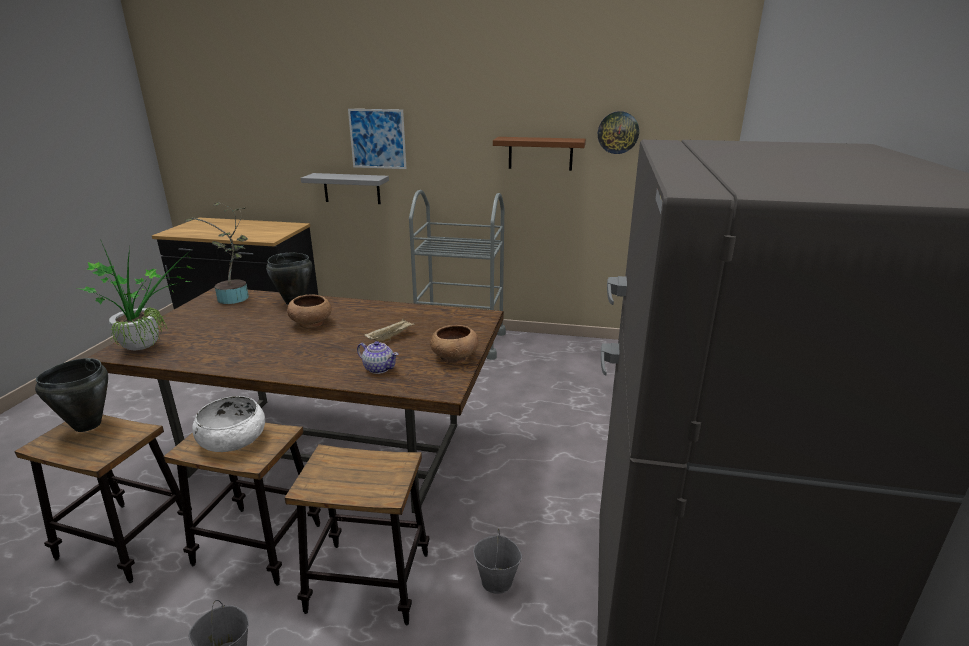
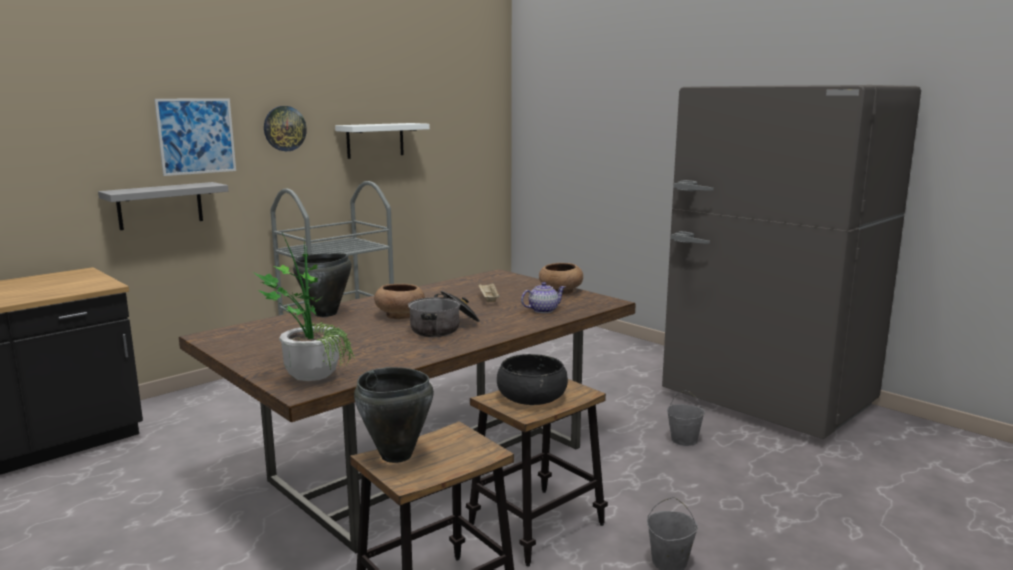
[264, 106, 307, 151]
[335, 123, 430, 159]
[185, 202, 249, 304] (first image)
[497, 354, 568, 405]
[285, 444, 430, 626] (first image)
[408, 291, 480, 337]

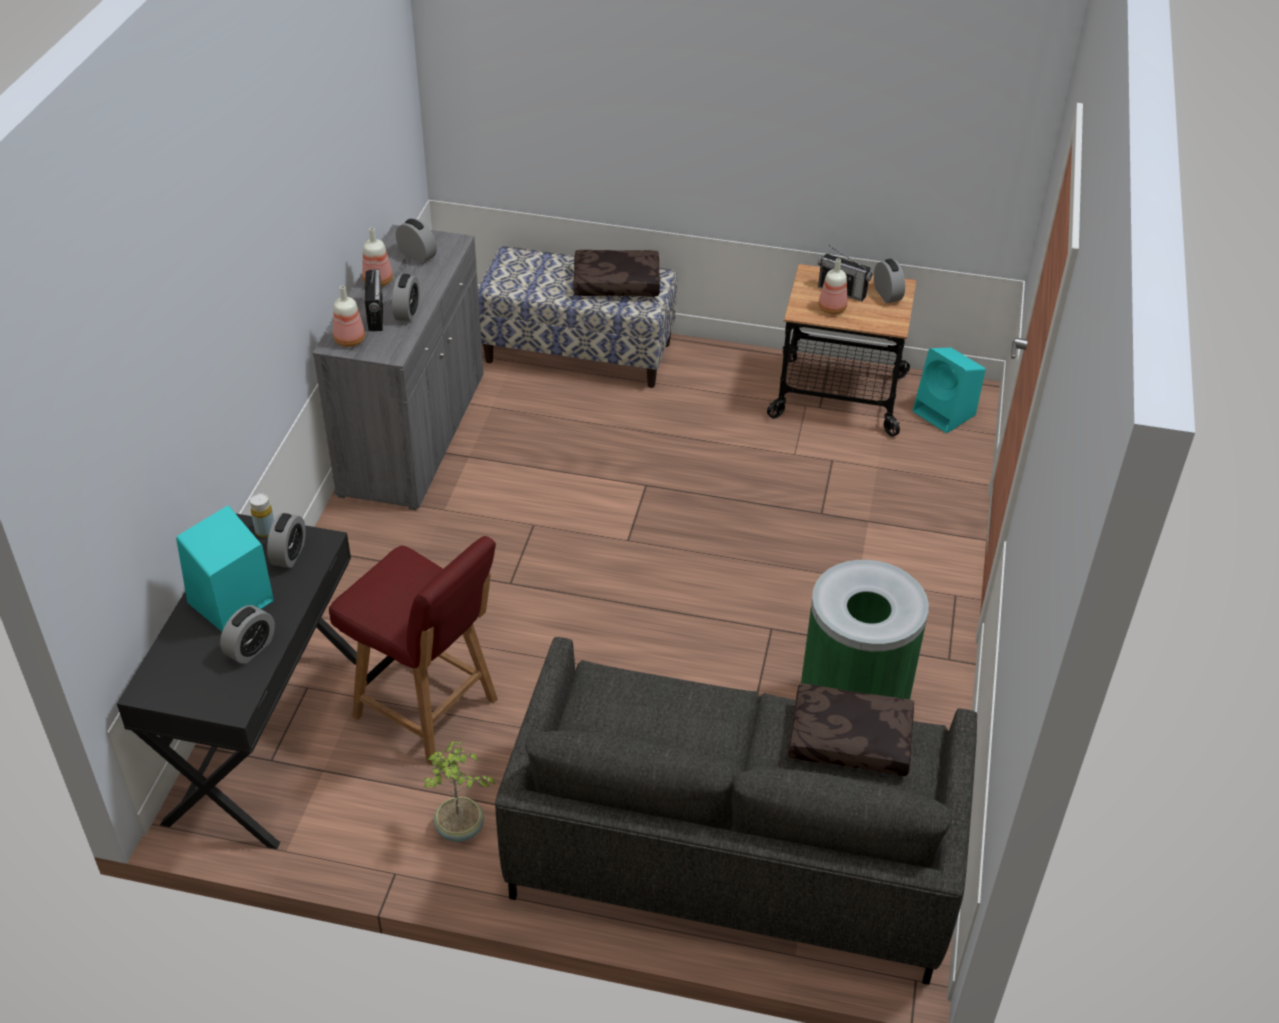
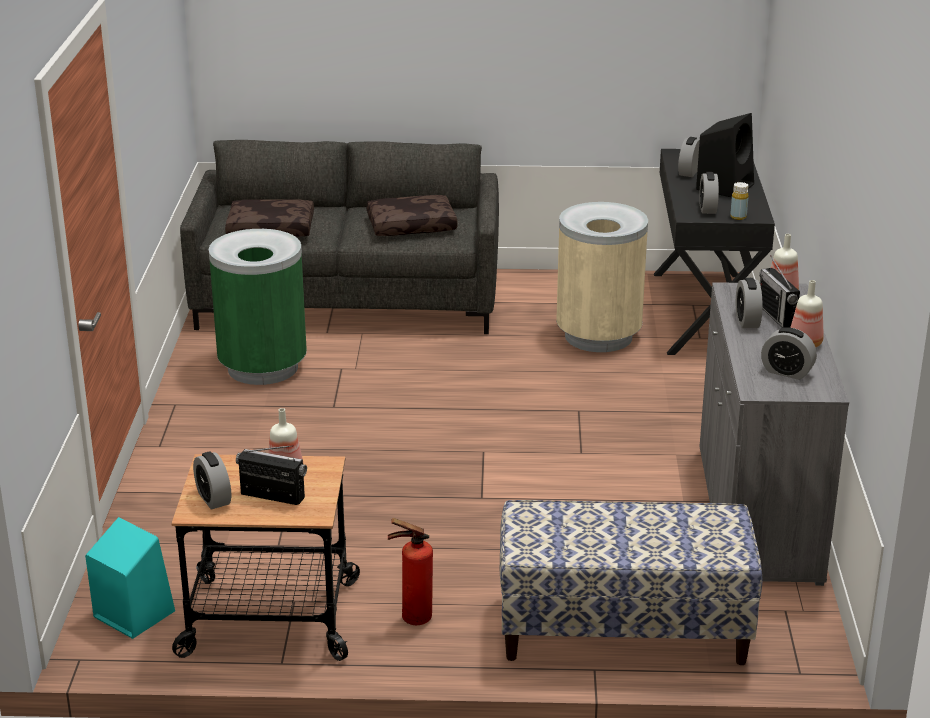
[366, 195, 458, 236]
[696, 113, 754, 198]
[556, 202, 648, 352]
[423, 741, 495, 842] (first image)
[388, 518, 433, 625]

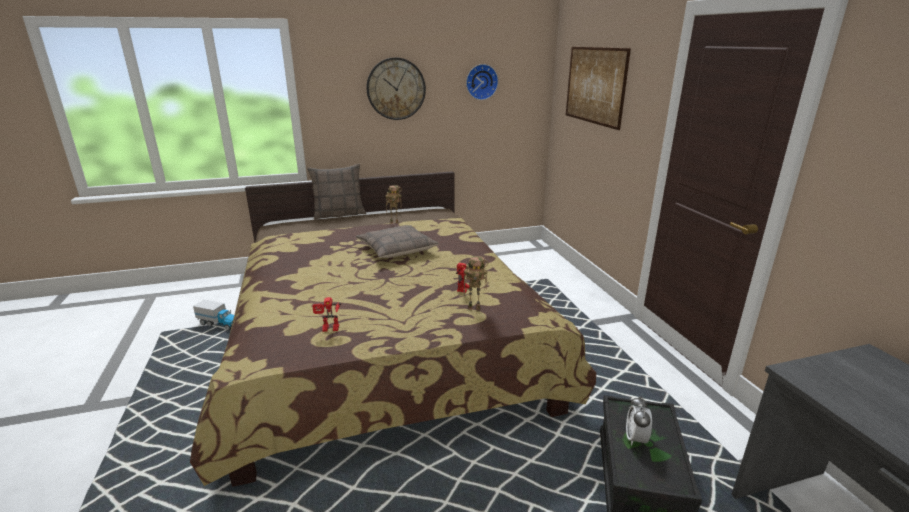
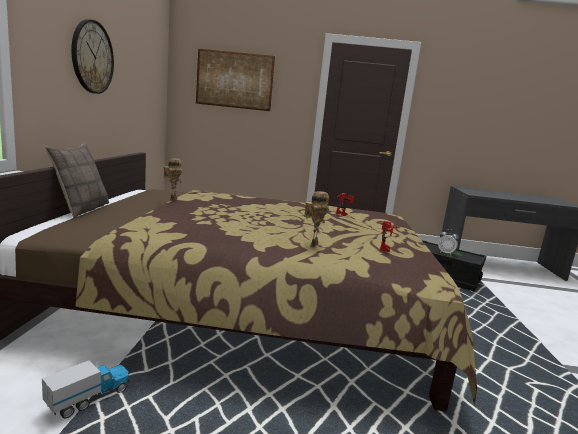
[466, 64, 498, 100] (first image)
[356, 225, 439, 258] (first image)
[304, 191, 329, 248]

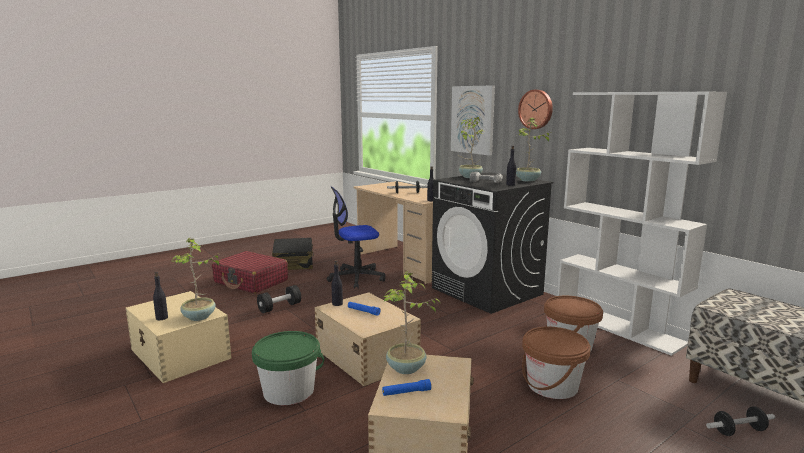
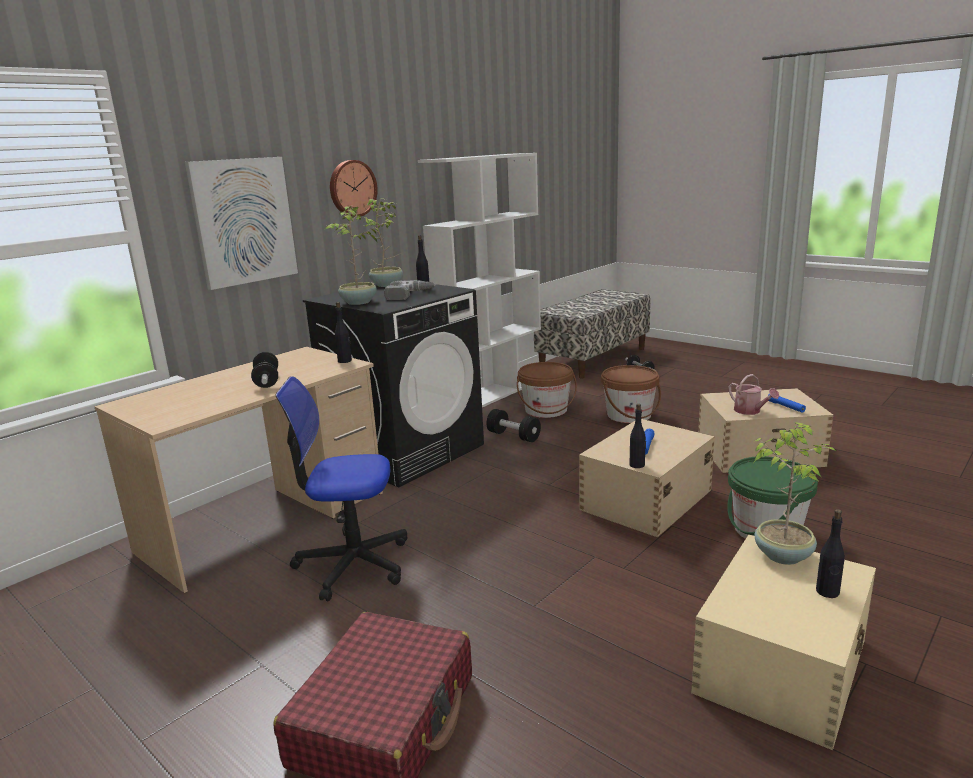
[276, 376, 407, 601]
[272, 238, 314, 270] (first image)
[729, 374, 779, 415]
[486, 409, 541, 442]

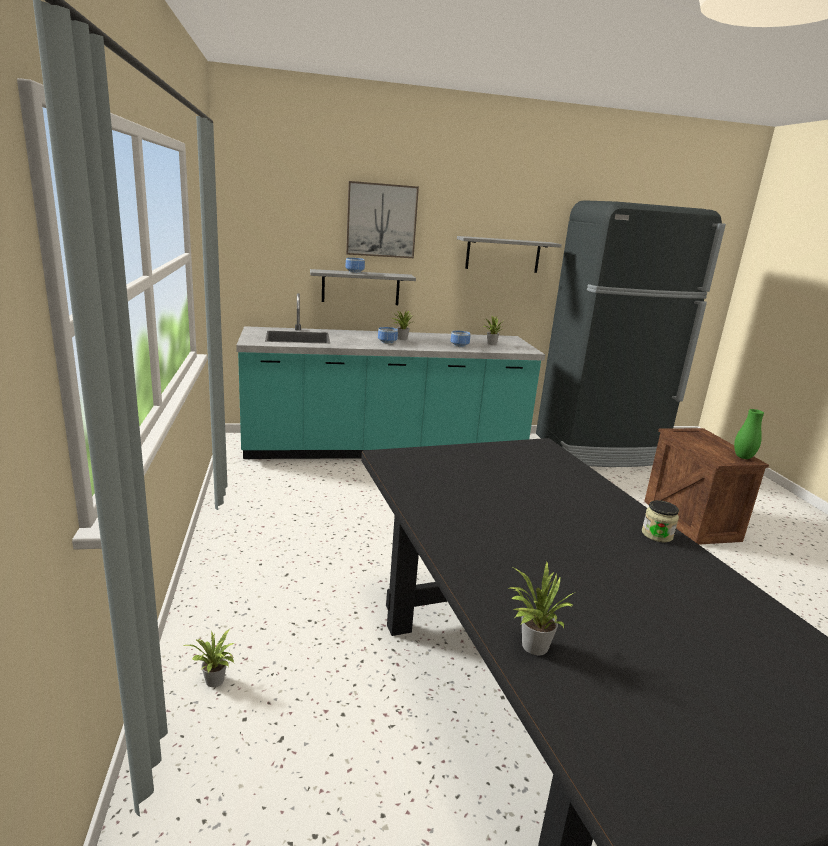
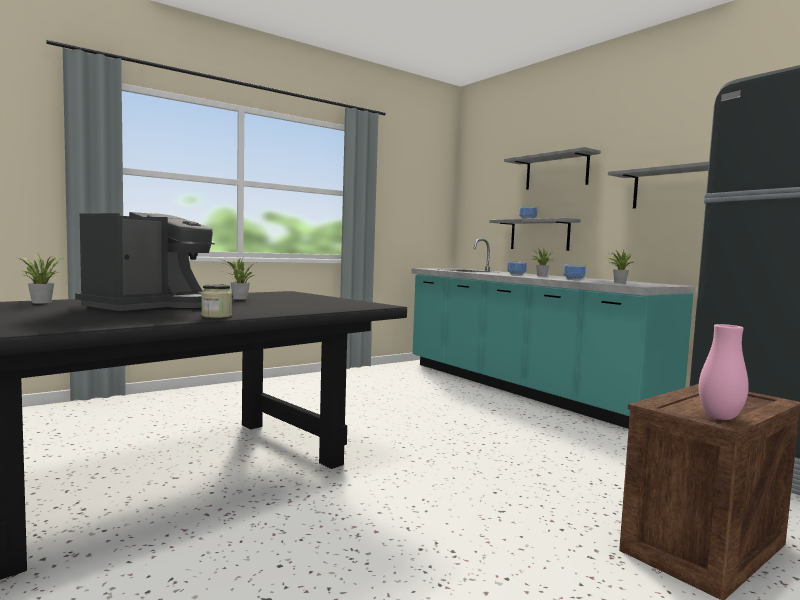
[504, 147, 601, 190]
[699, 324, 749, 420]
[222, 257, 255, 300]
[75, 212, 215, 311]

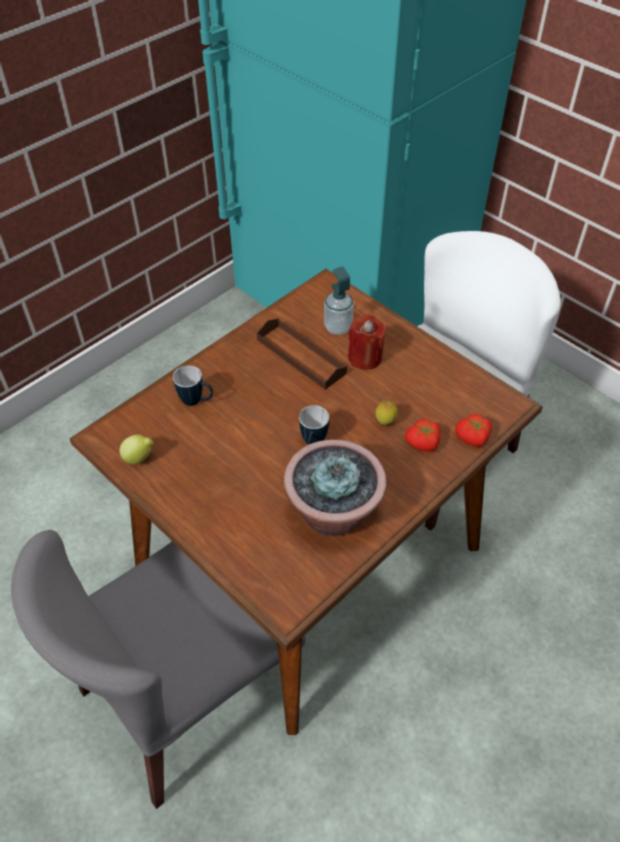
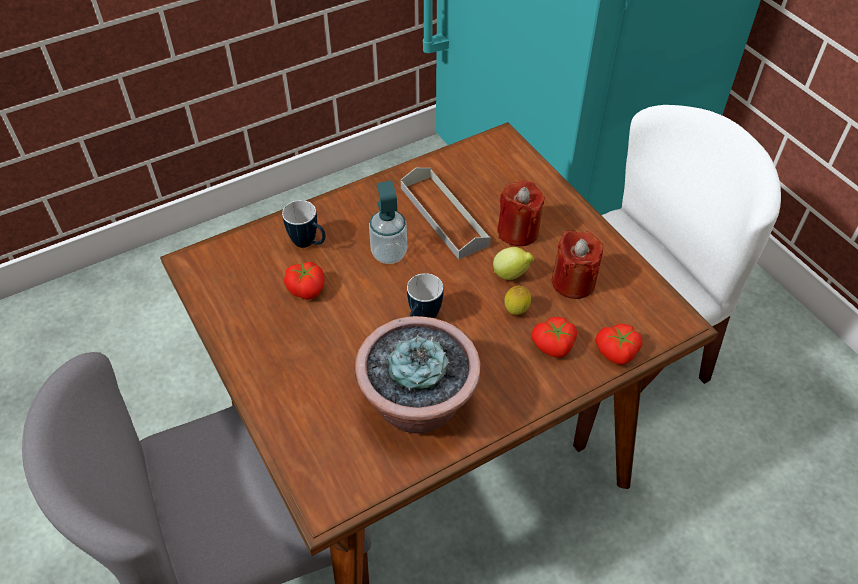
[369, 181, 407, 264]
[401, 168, 491, 259]
[493, 247, 534, 280]
[552, 230, 603, 299]
[284, 262, 325, 300]

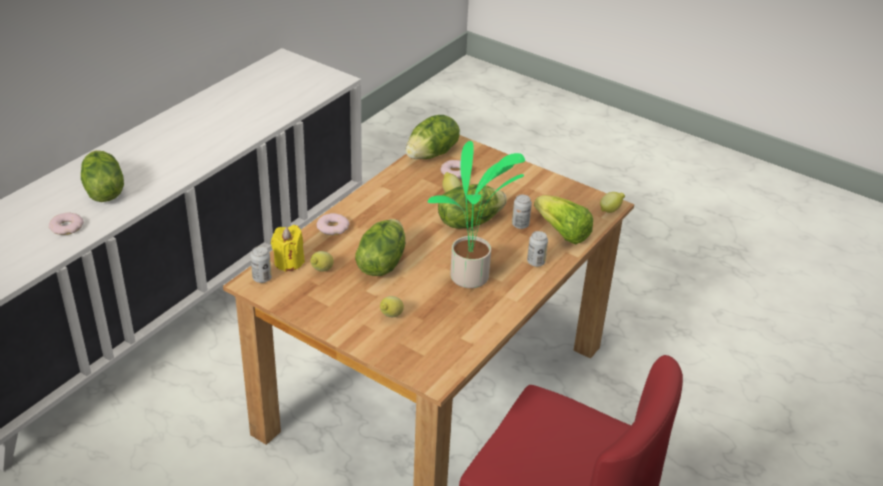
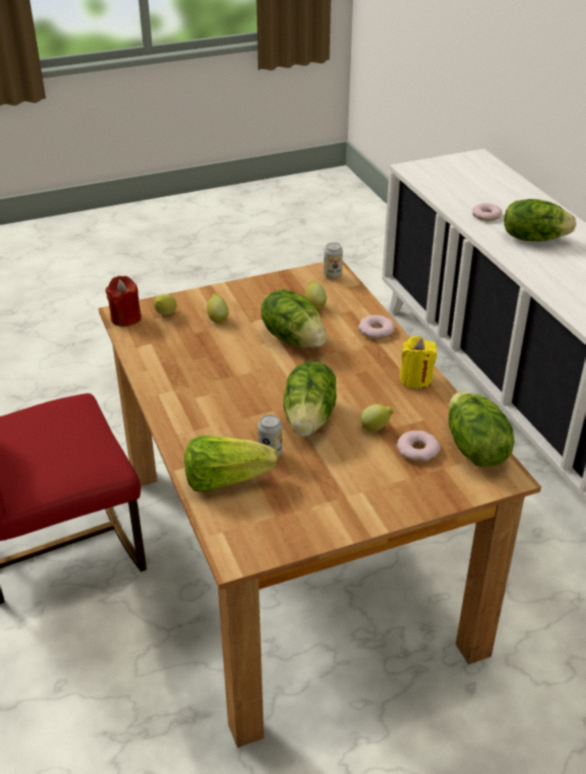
[427, 141, 525, 288] (first image)
[154, 294, 177, 315]
[399, 336, 437, 389]
[527, 231, 548, 267] (first image)
[106, 276, 141, 327]

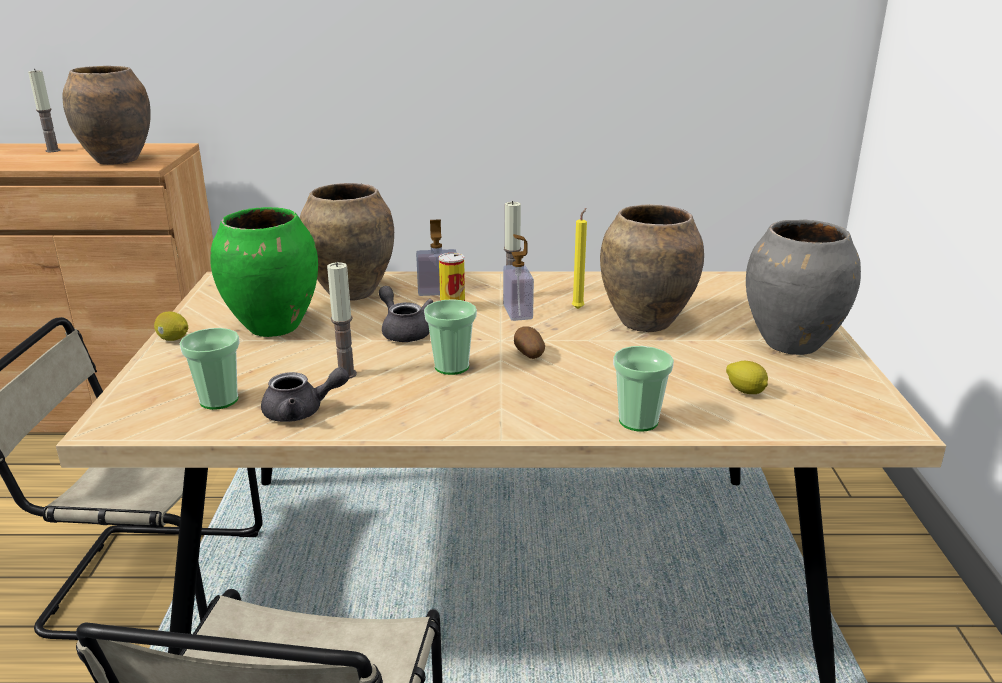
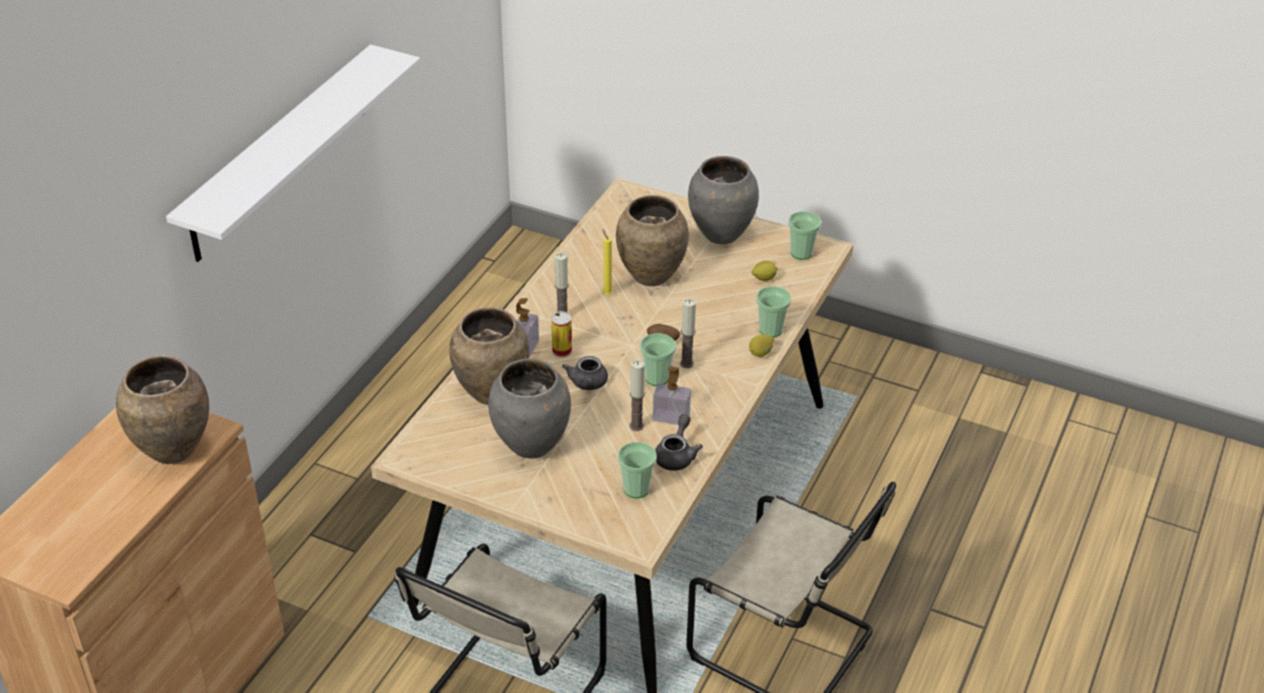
[680, 298, 696, 368]
[488, 358, 571, 459]
[653, 366, 691, 425]
[562, 356, 608, 390]
[749, 334, 774, 357]
[166, 44, 420, 262]
[788, 211, 821, 260]

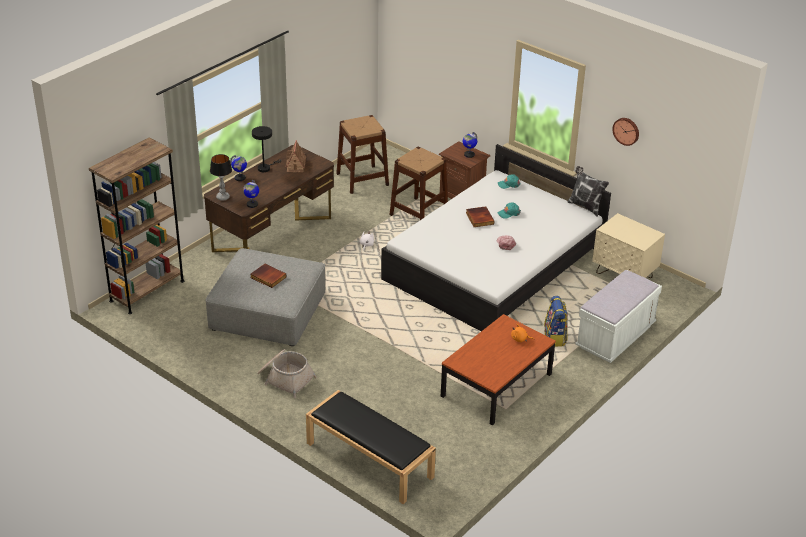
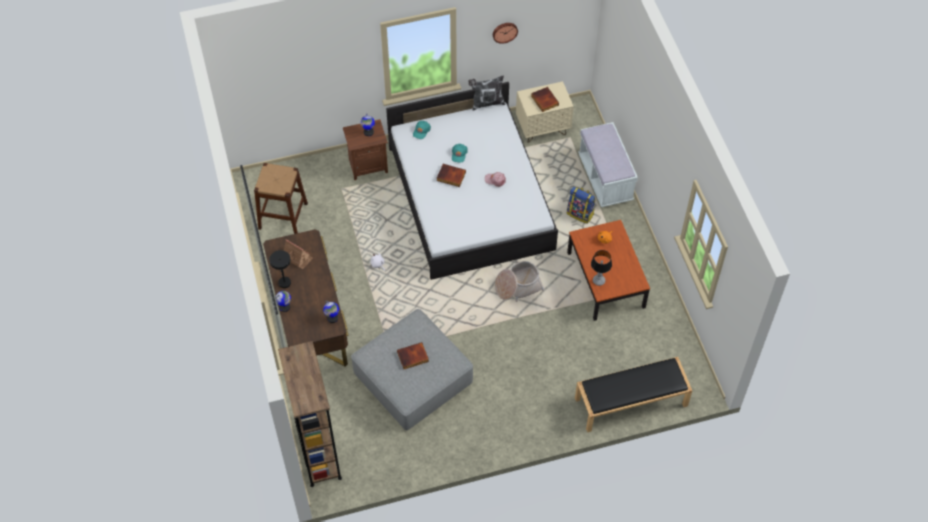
[389, 147, 448, 220] (first image)
[591, 250, 612, 286]
[495, 261, 545, 302]
[531, 87, 559, 112]

